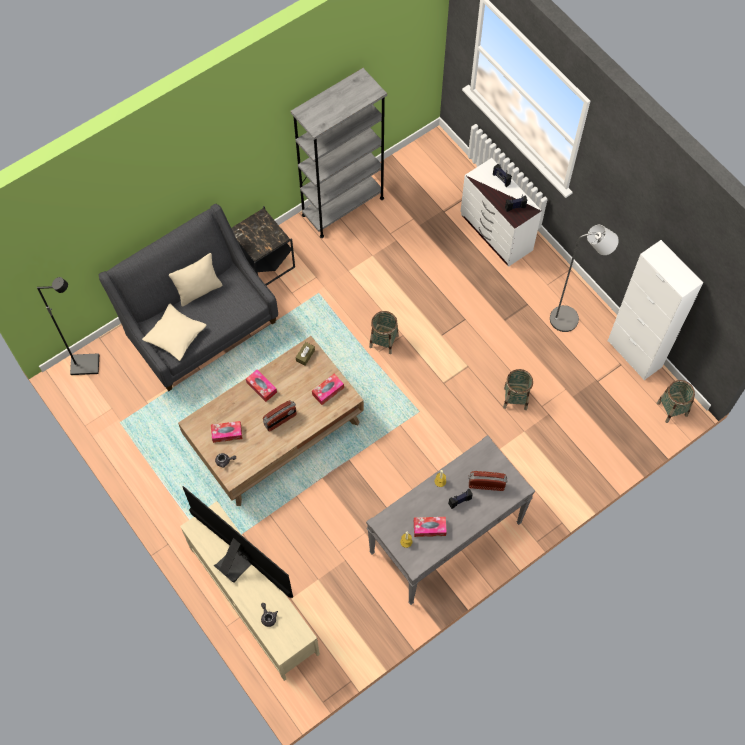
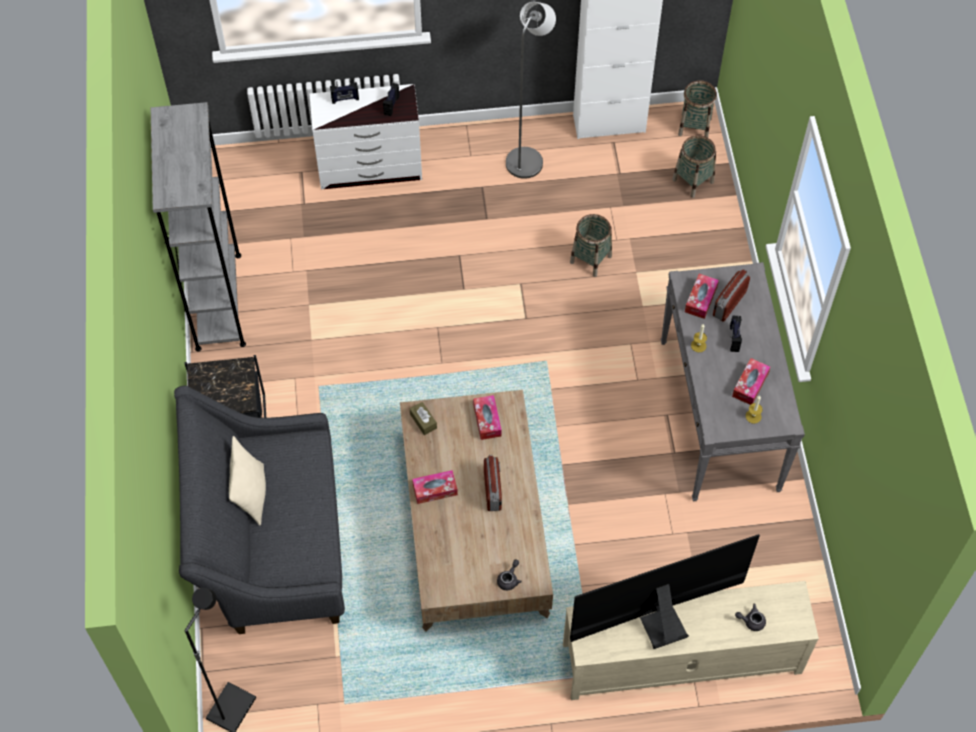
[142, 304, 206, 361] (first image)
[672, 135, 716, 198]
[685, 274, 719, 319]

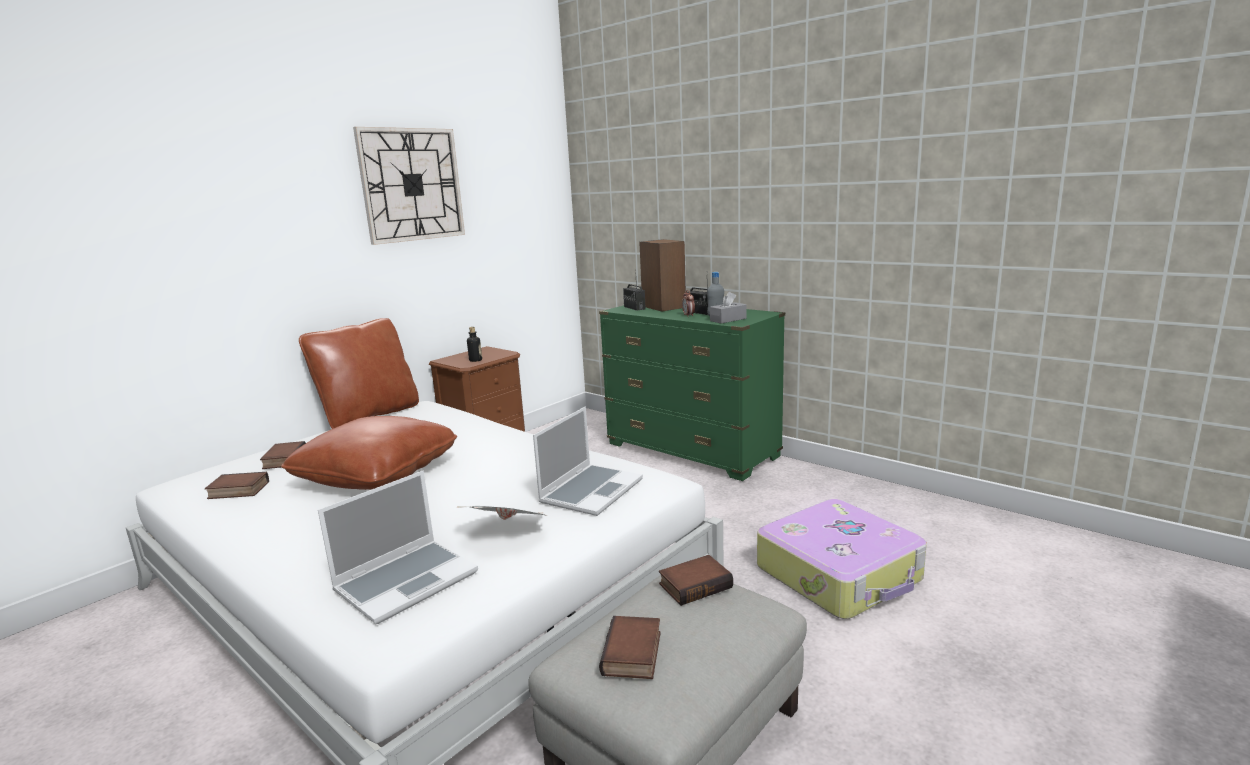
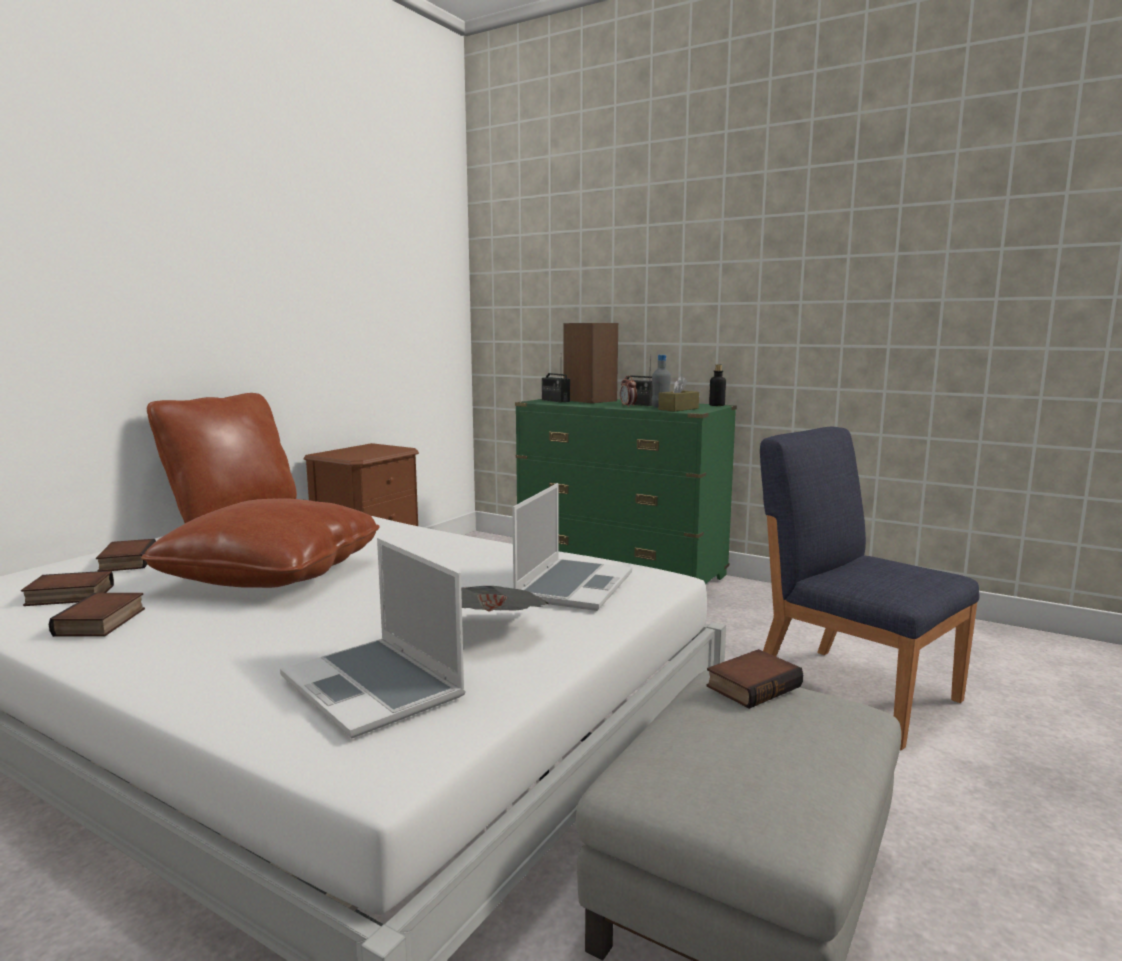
[353, 127, 465, 245] (first image)
[658, 376, 699, 412]
[709, 364, 726, 406]
[280, 538, 465, 738]
[760, 427, 979, 750]
[49, 593, 145, 637]

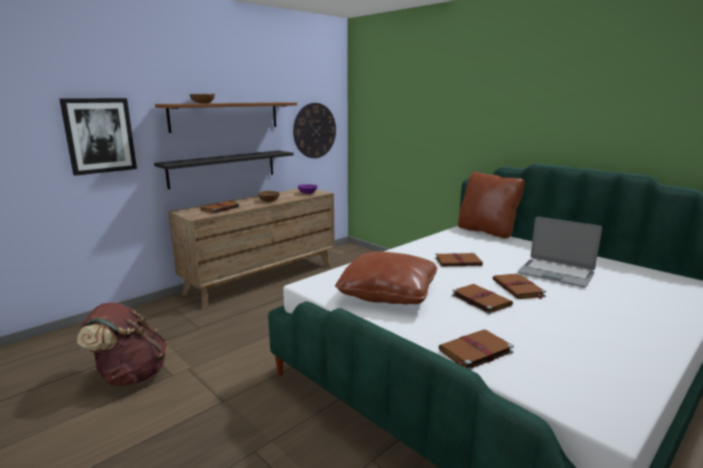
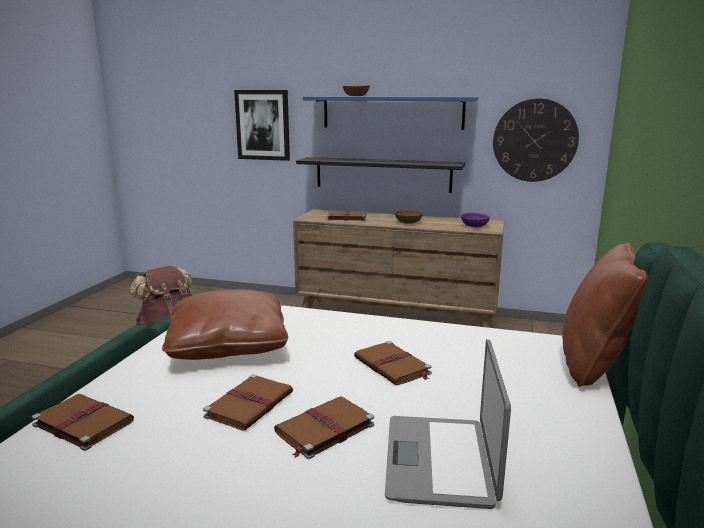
[303, 96, 479, 130]

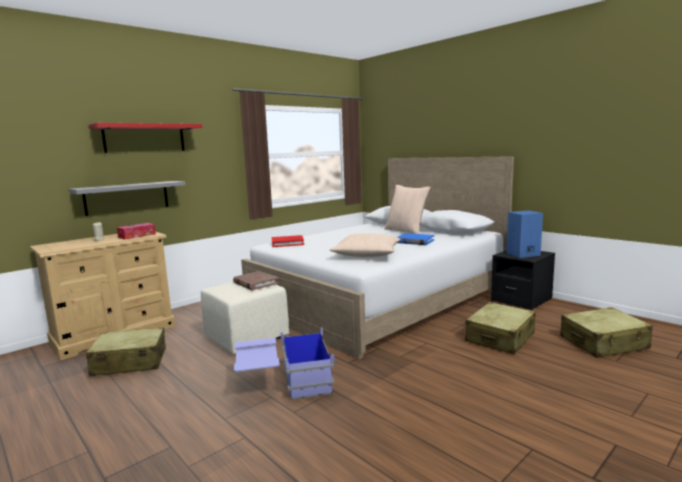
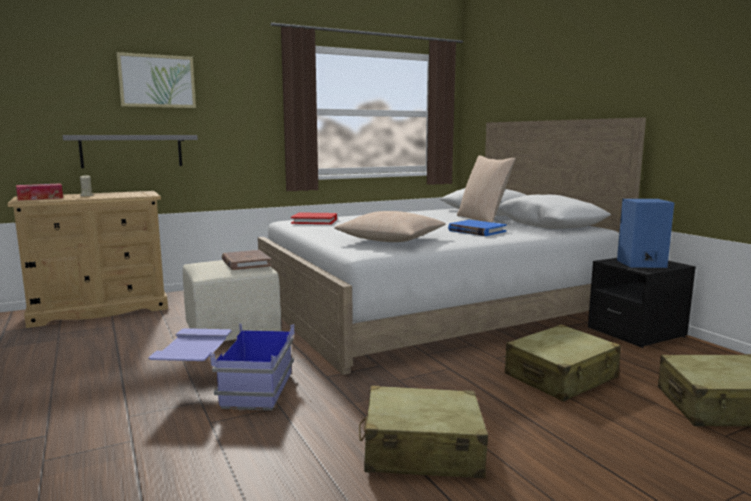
[117, 52, 196, 108]
[16, 184, 63, 200]
[359, 385, 488, 478]

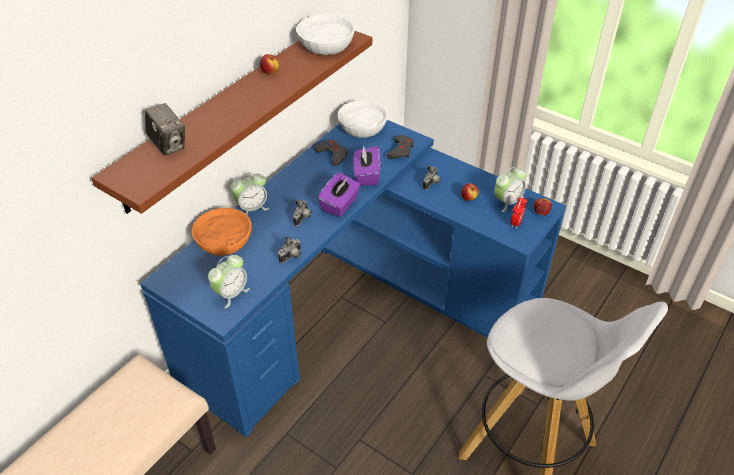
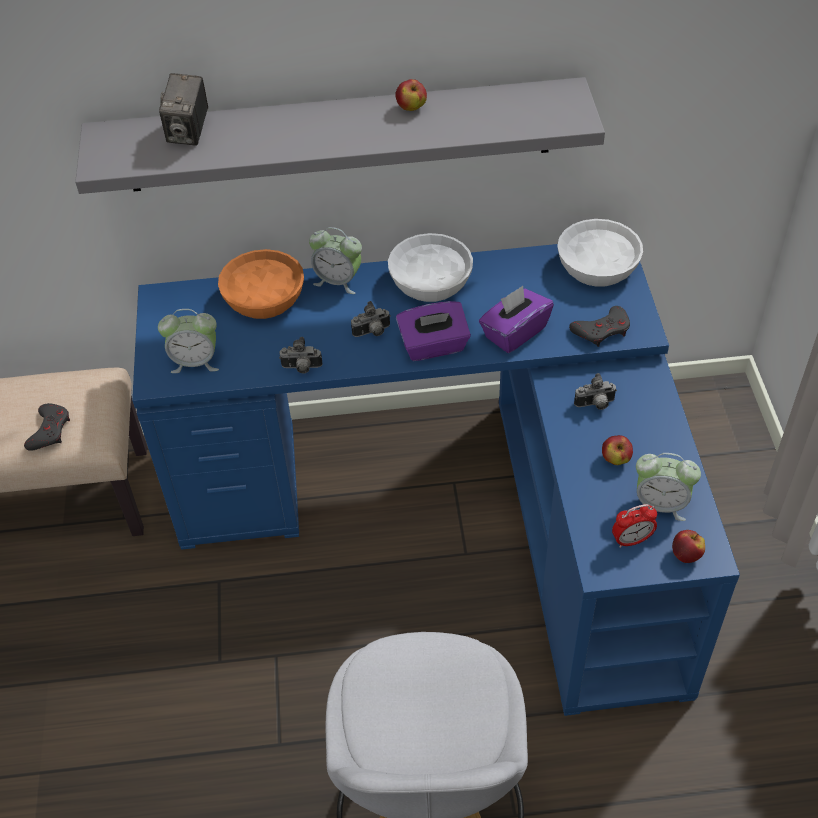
[388, 233, 473, 302]
[75, 77, 605, 194]
[24, 403, 70, 451]

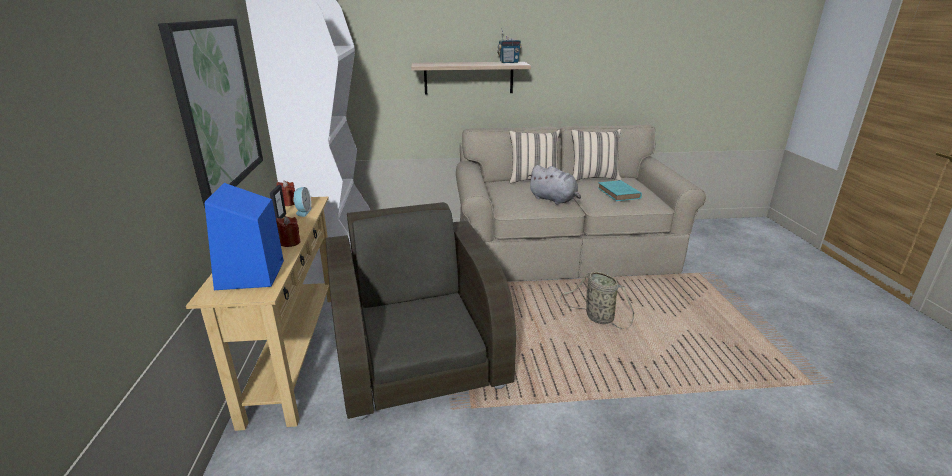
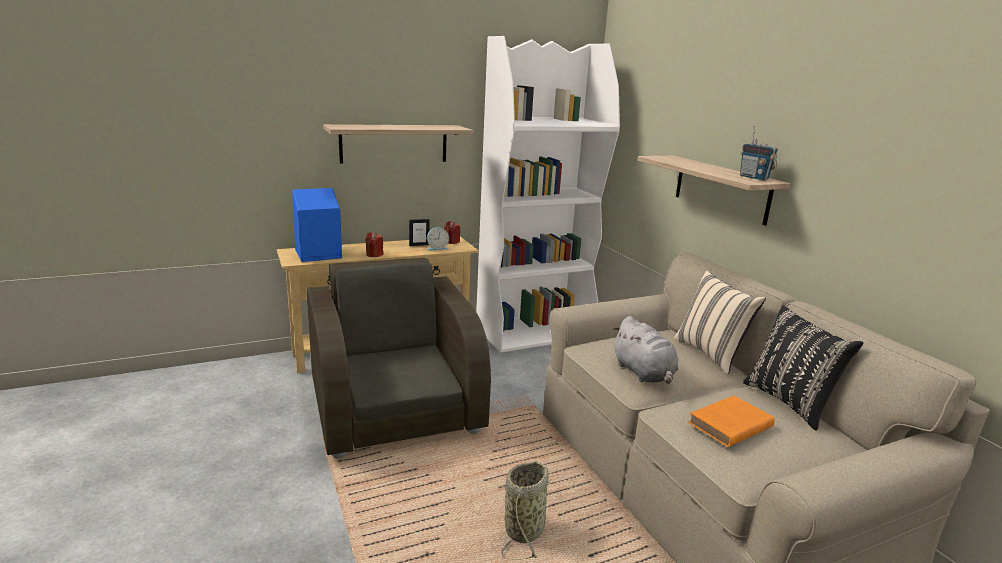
[323, 124, 474, 164]
[743, 306, 863, 430]
[613, 316, 678, 384]
[688, 396, 775, 447]
[307, 257, 491, 459]

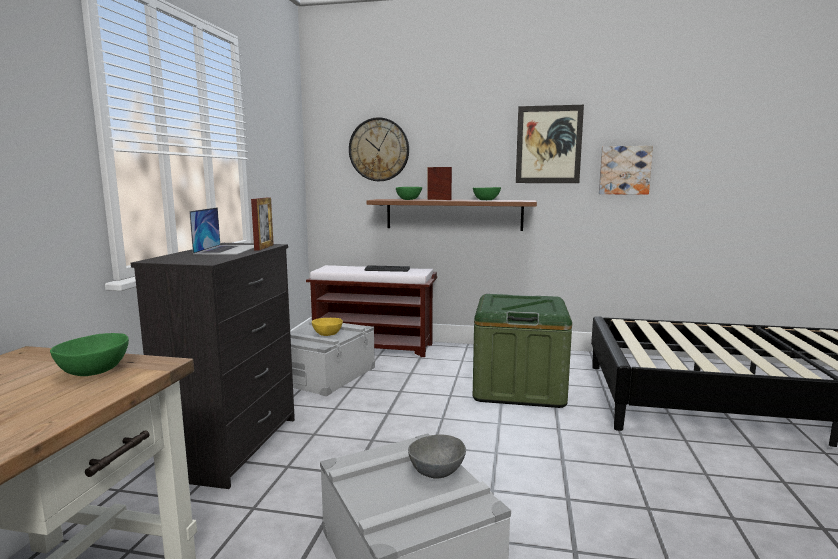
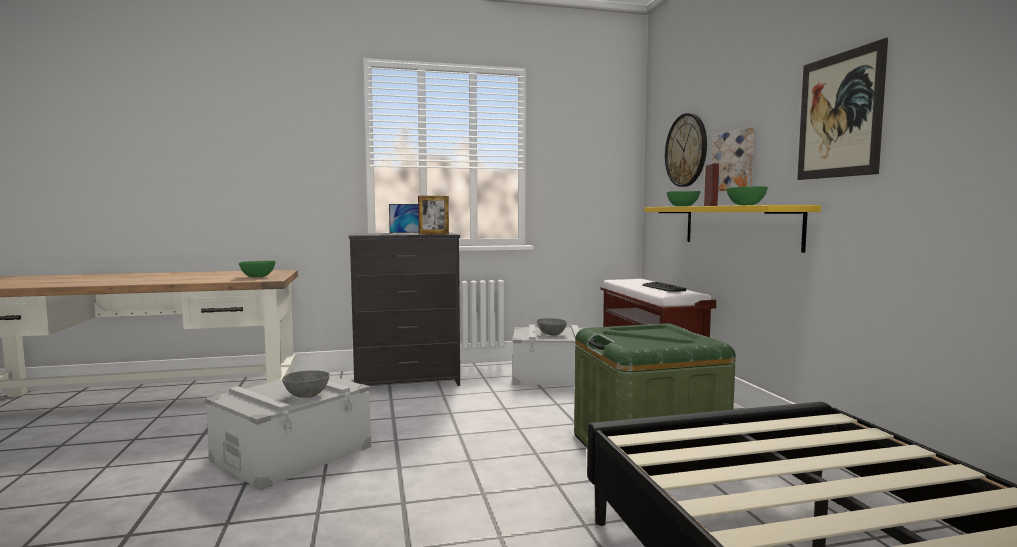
[712, 128, 754, 191]
[644, 205, 821, 253]
[537, 318, 567, 336]

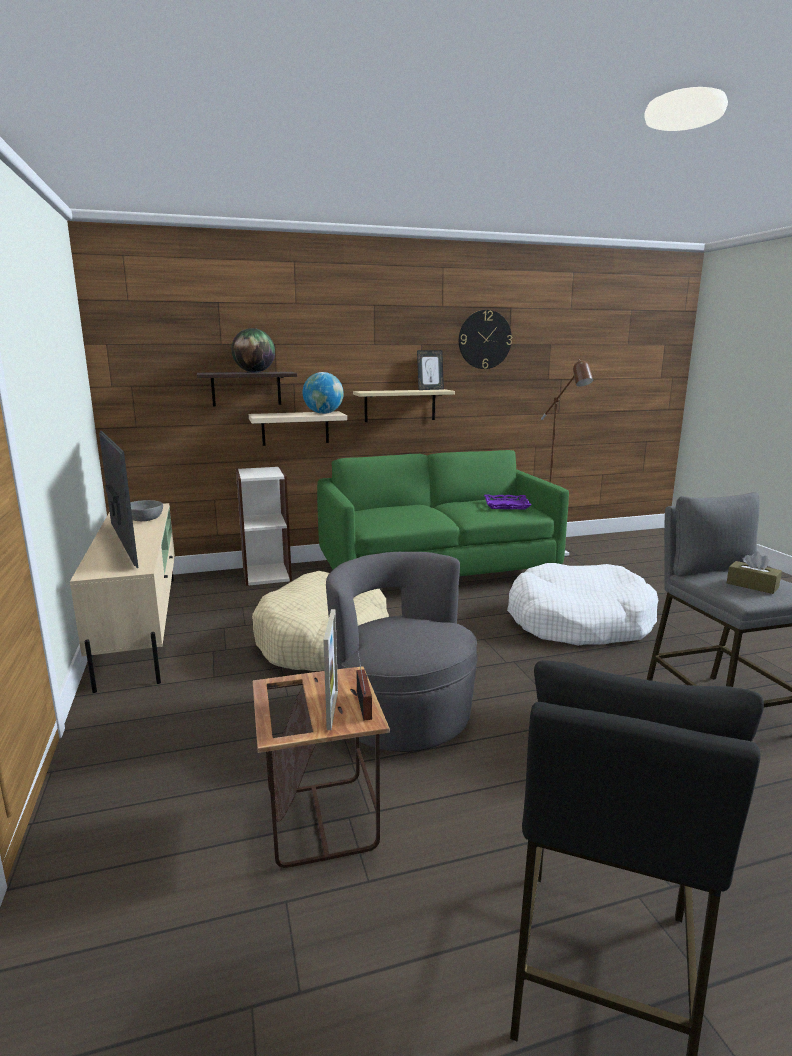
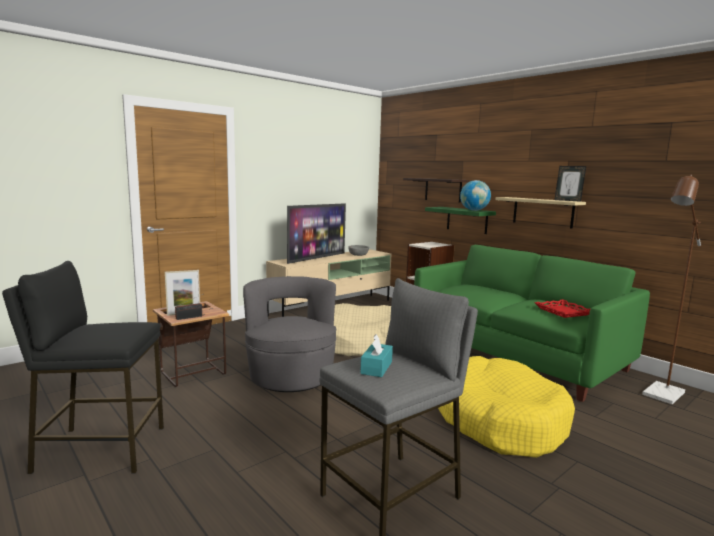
[459, 310, 512, 369] (first image)
[231, 328, 275, 373] (first image)
[425, 207, 496, 234]
[535, 300, 590, 318]
[243, 276, 336, 392]
[360, 334, 393, 377]
[438, 356, 575, 458]

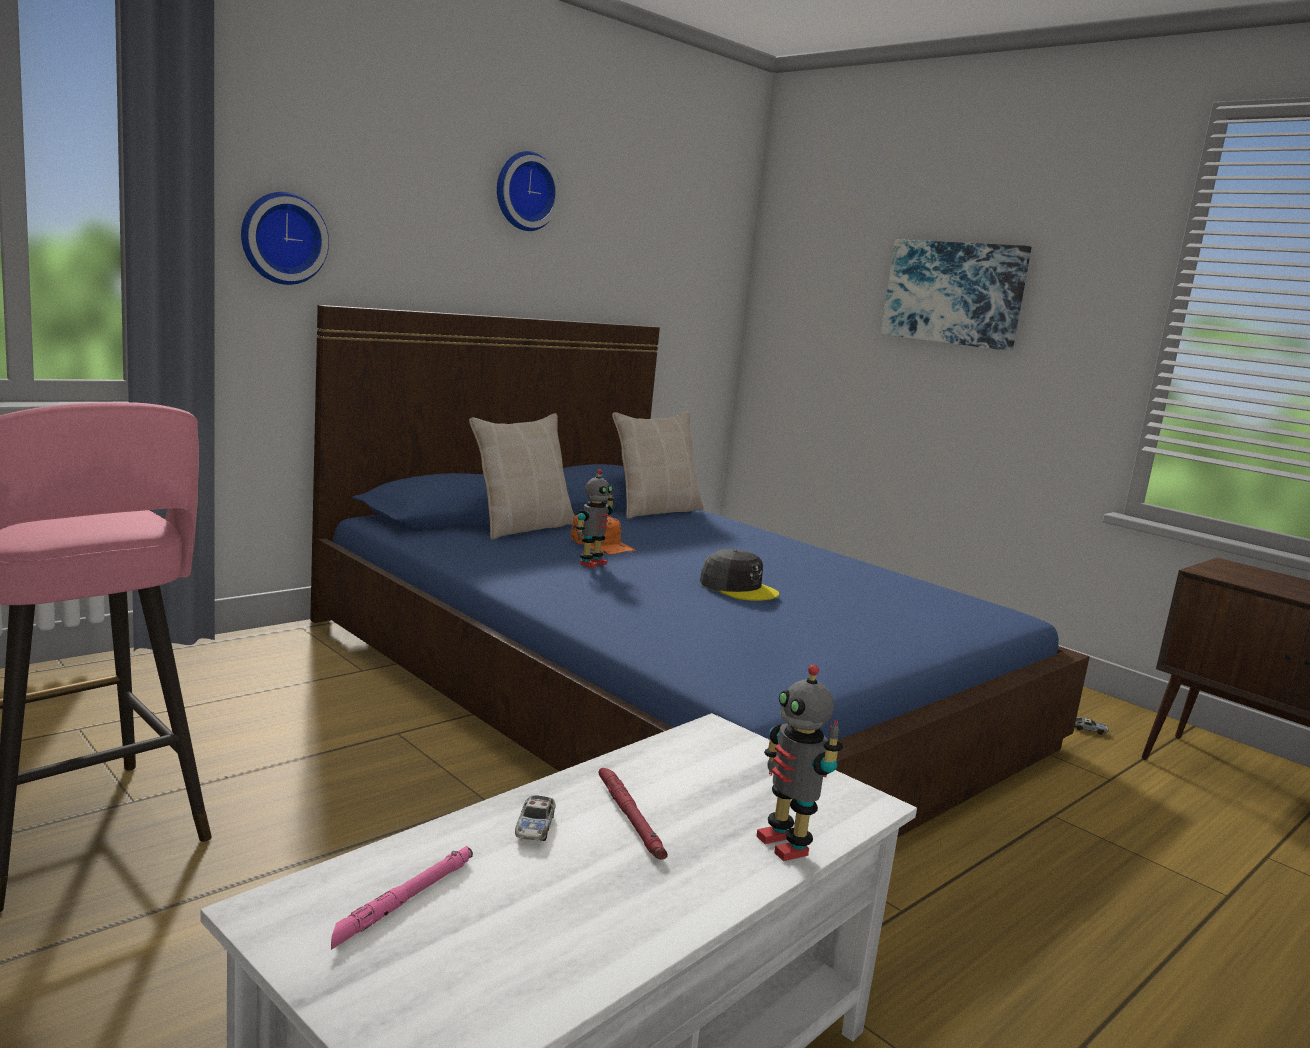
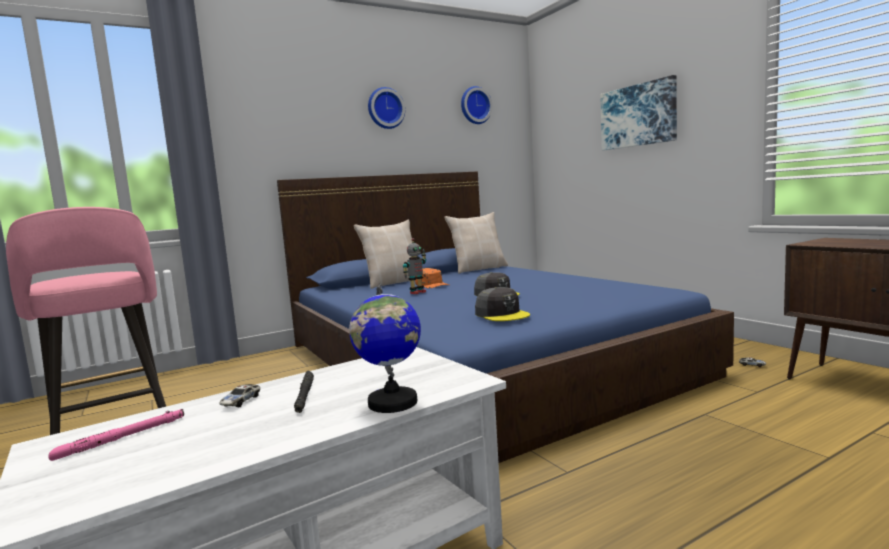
[461, 86, 492, 124]
[349, 283, 421, 413]
[294, 371, 314, 413]
[475, 287, 530, 321]

